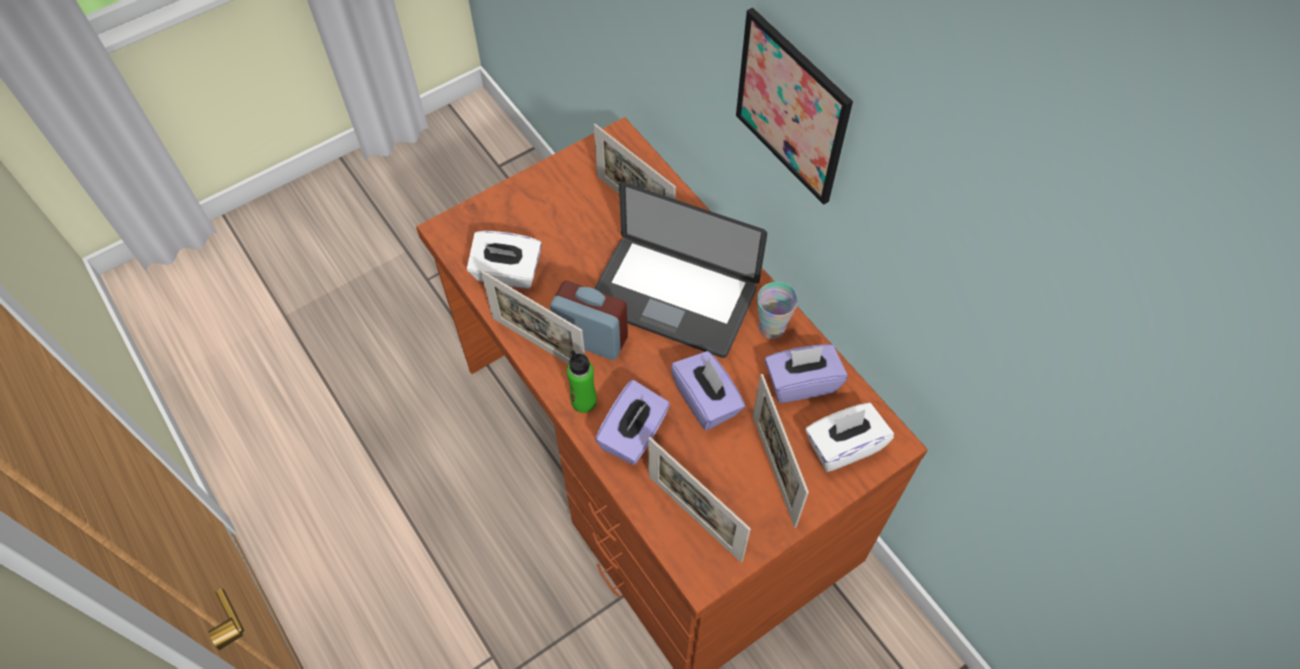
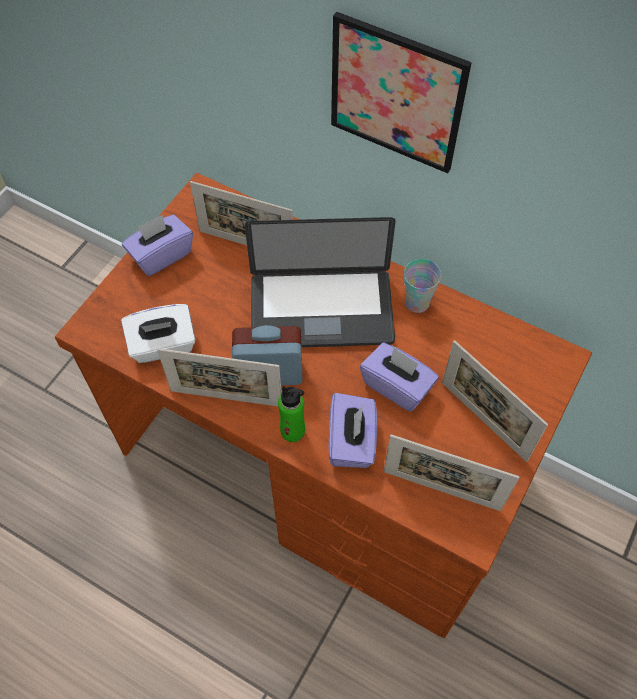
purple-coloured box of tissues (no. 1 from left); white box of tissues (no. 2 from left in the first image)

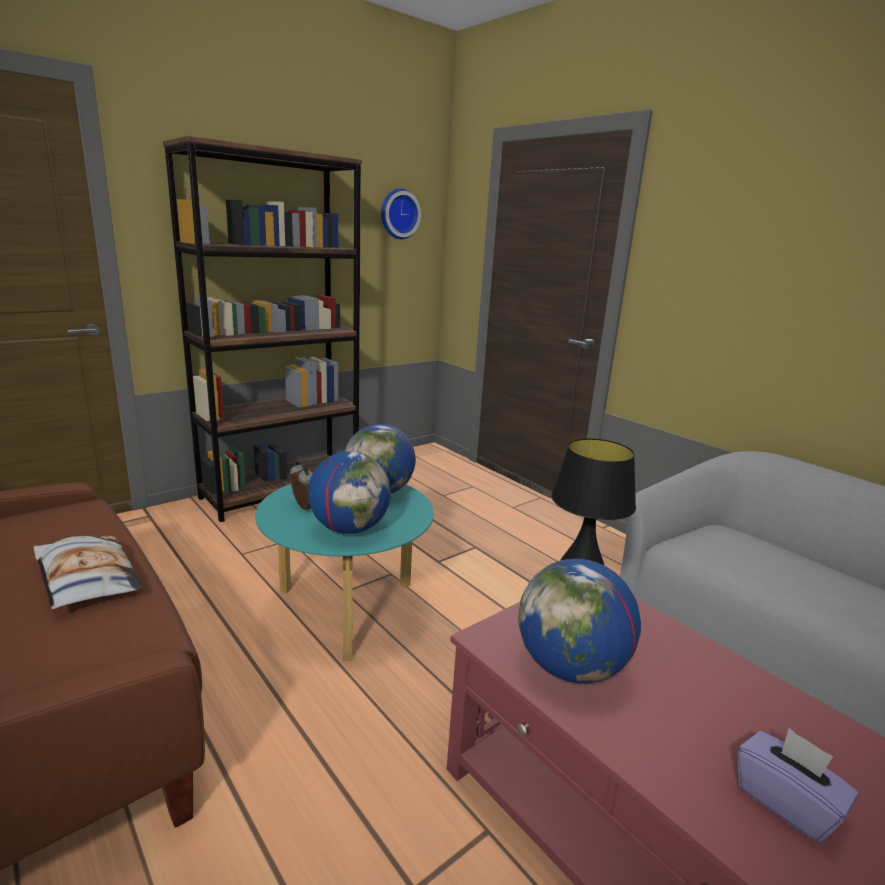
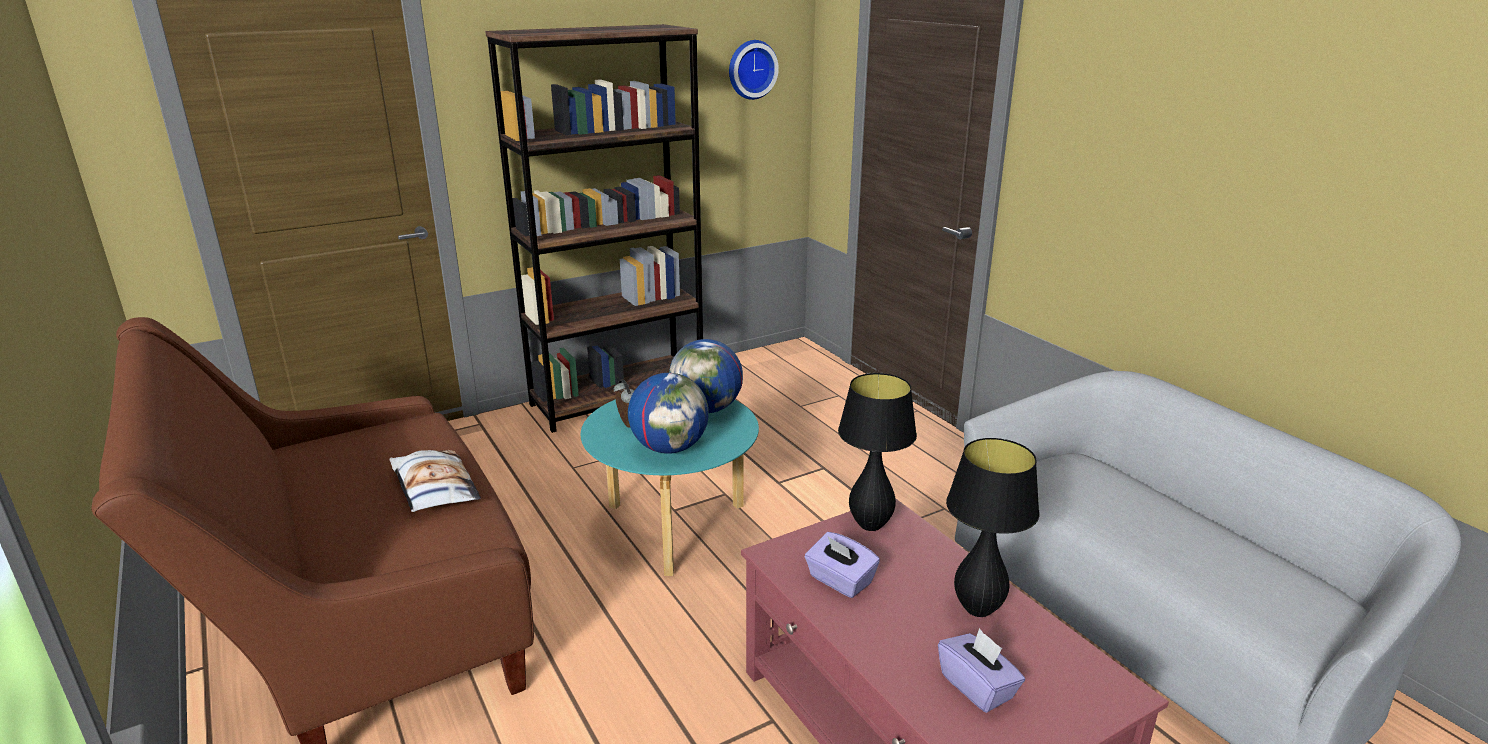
purple-coloured box of tissues (no. 1 from left); blackish lamp for a table (no. 2 from left)

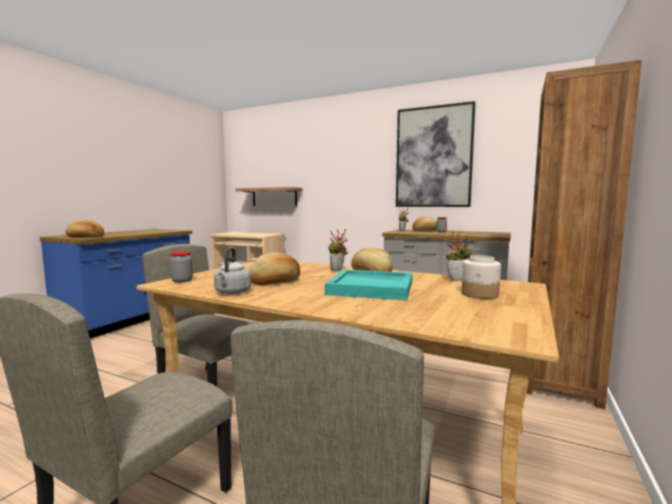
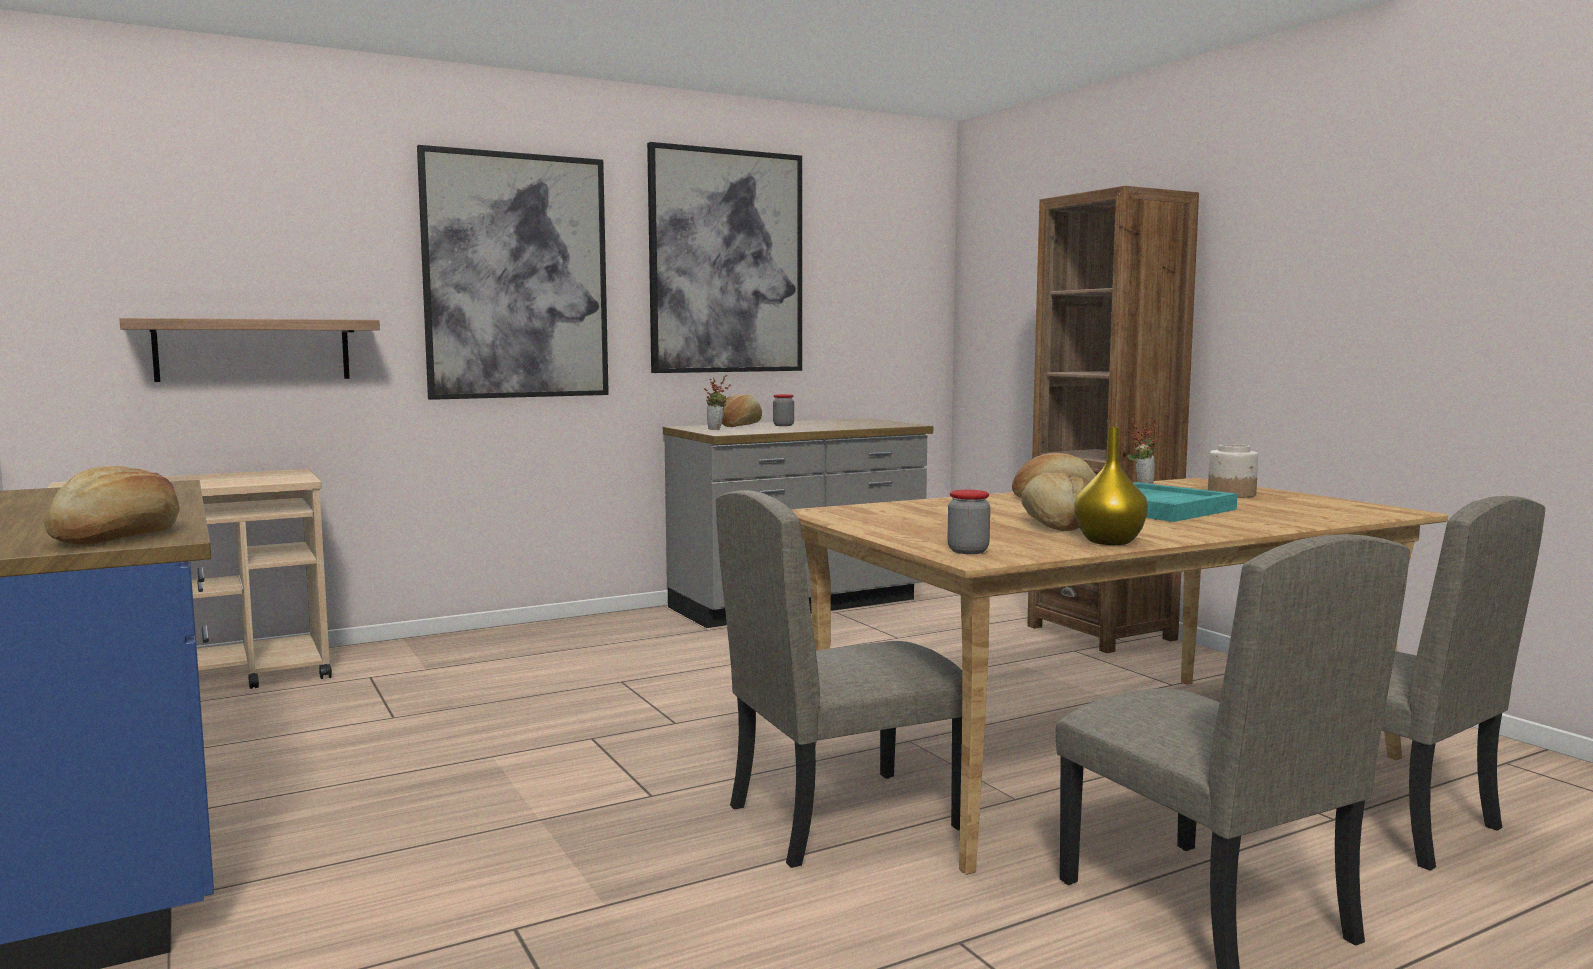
wall picture (no. 1 from left); yellow-coloured vase; potted plant (no. 1 from left in the first image)

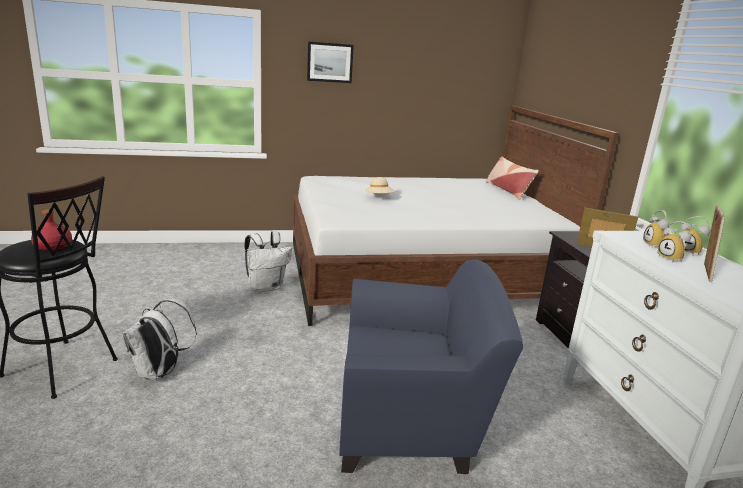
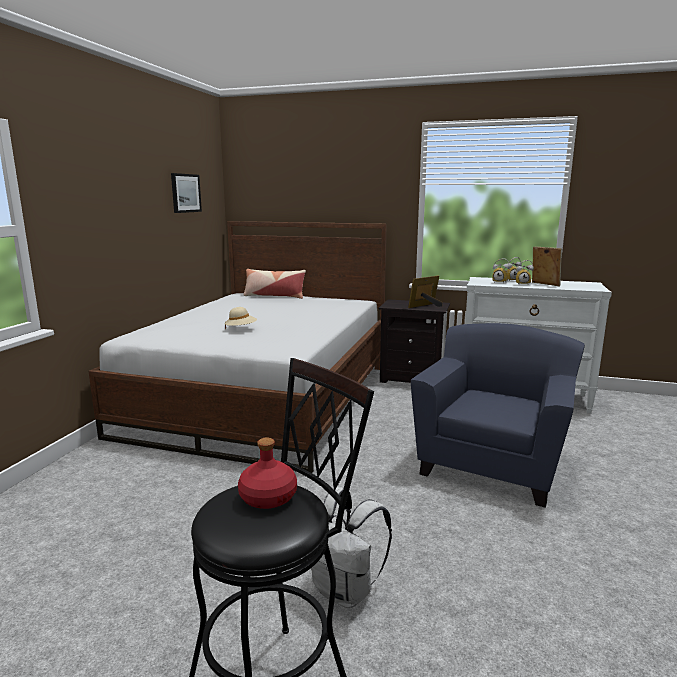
wall picture; white knapsack (no. 2 from left in the first image)

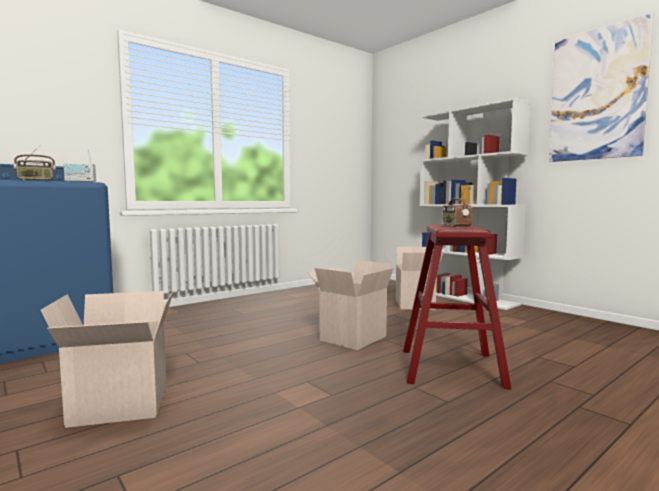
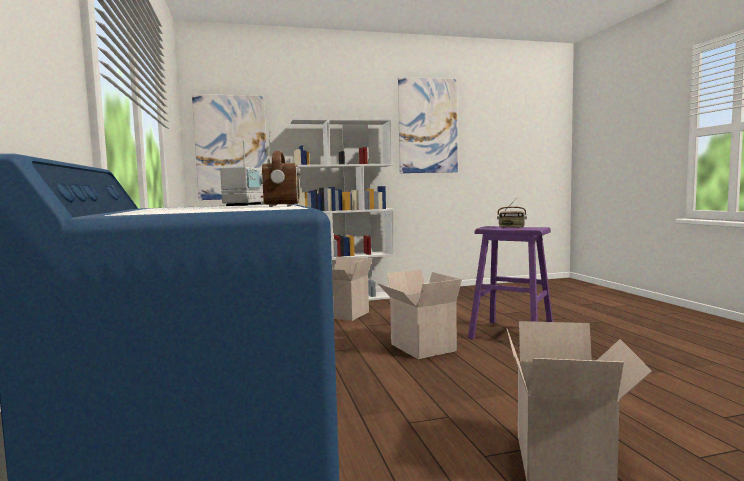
wall picture (no. 1 from left); purple-coloured stool seat

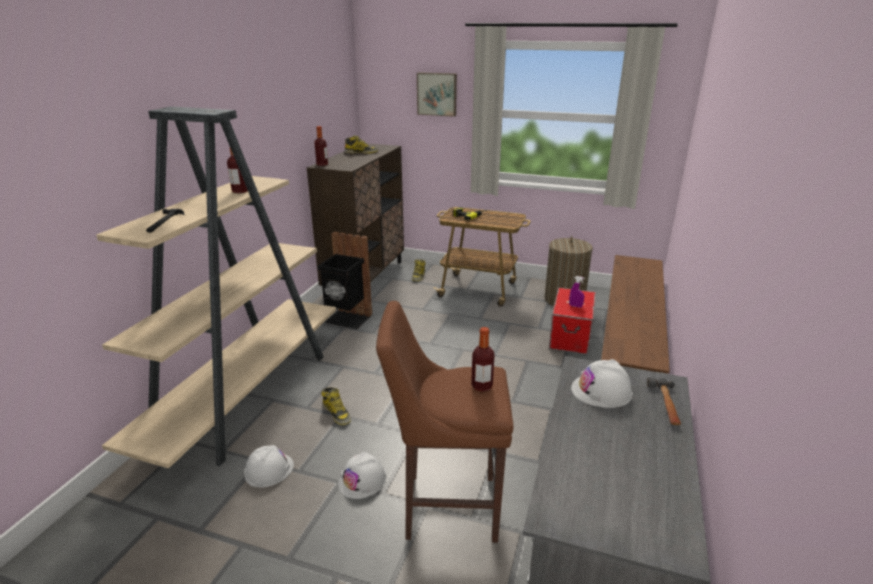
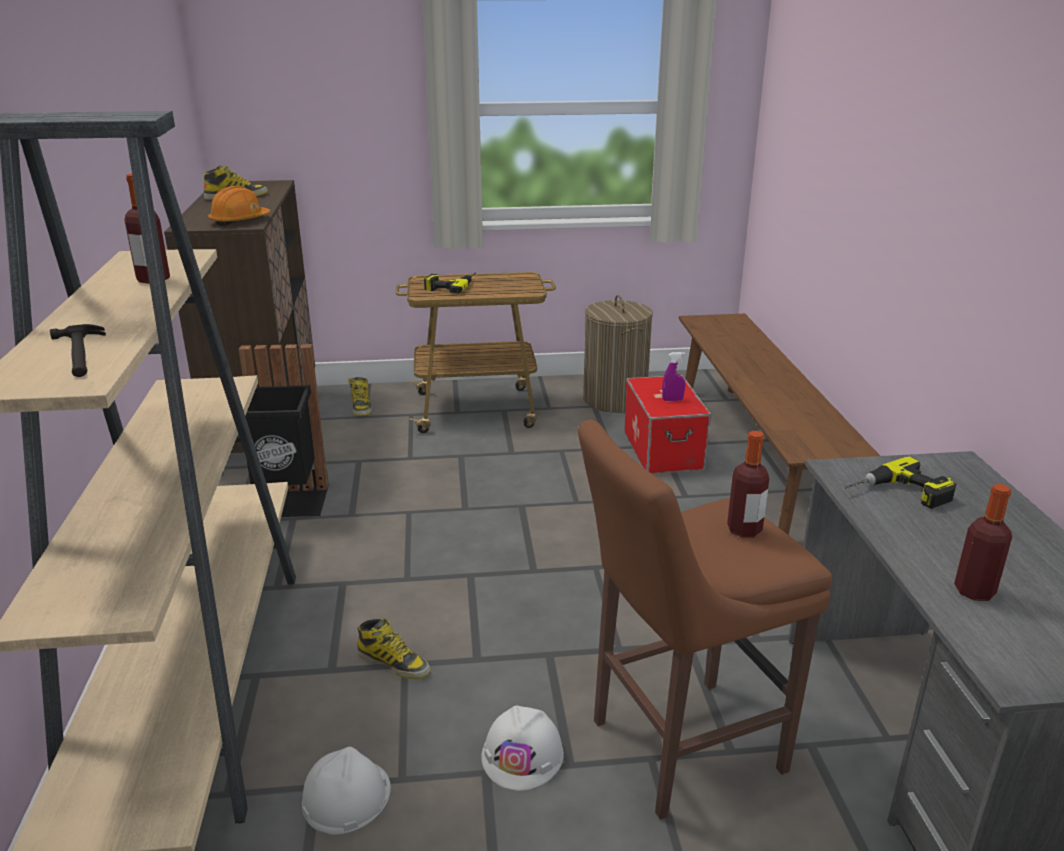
orange-coloured safety helmet; power drill (no. 2 from left); beverage bottle (no. 3 from left); wall picture; hammer (no. 2 from left in the first image)

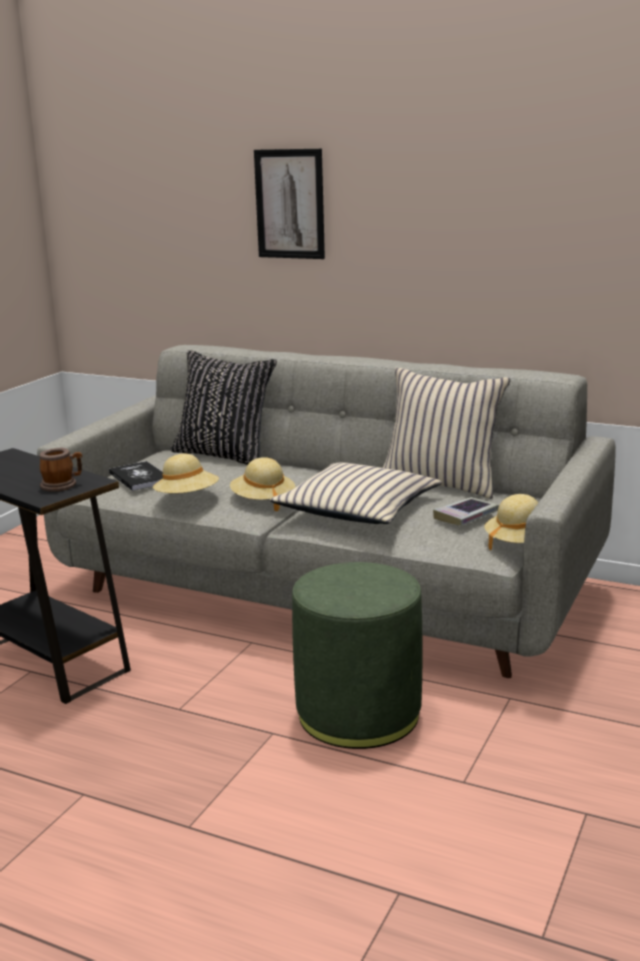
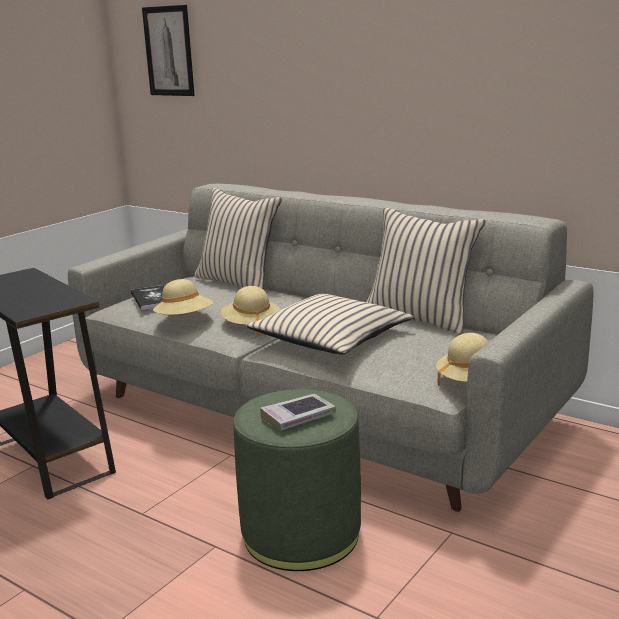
wall picture; sand-coloured pillow (no. 1 from left); volume (no. 2 from left); tea mug

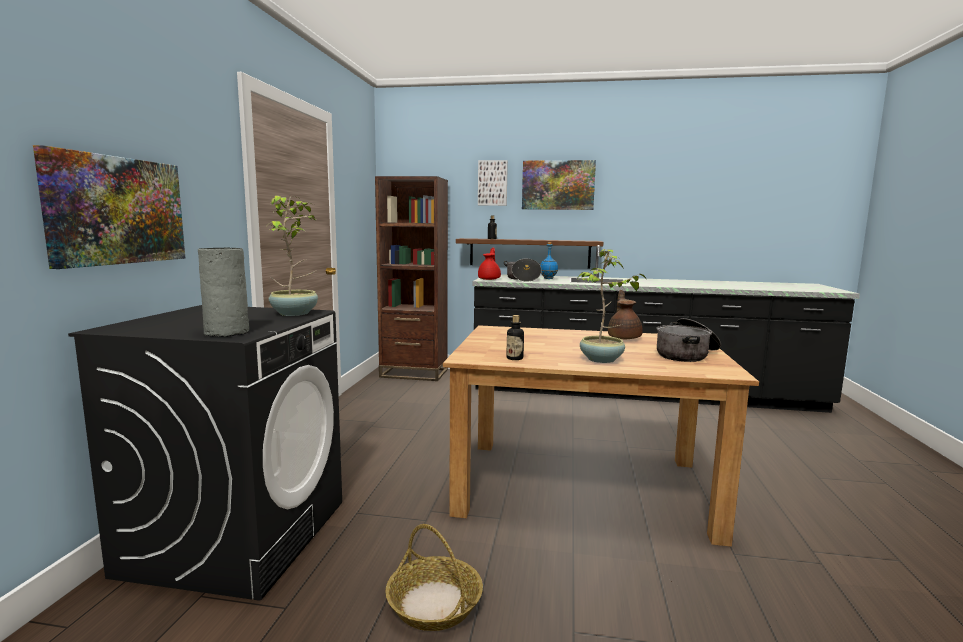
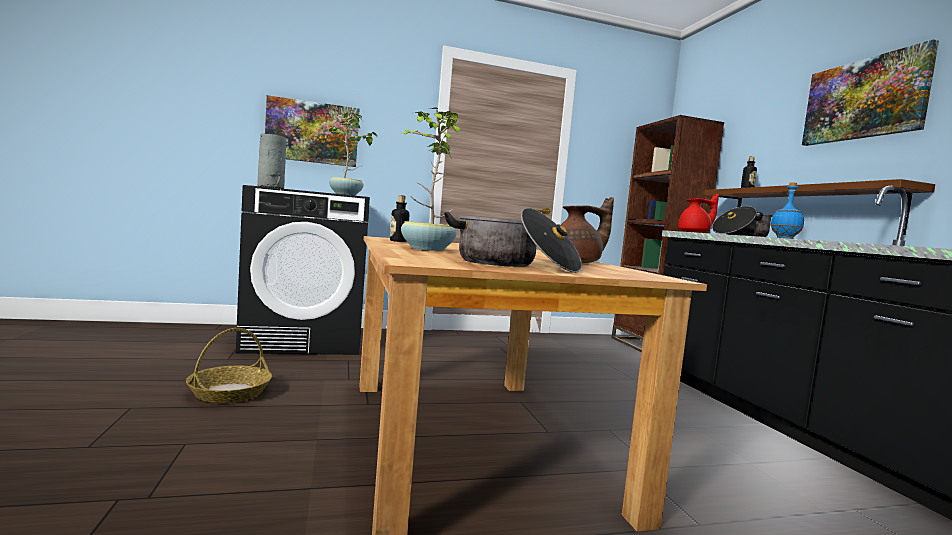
wall picture (no. 2 from left in the first image)

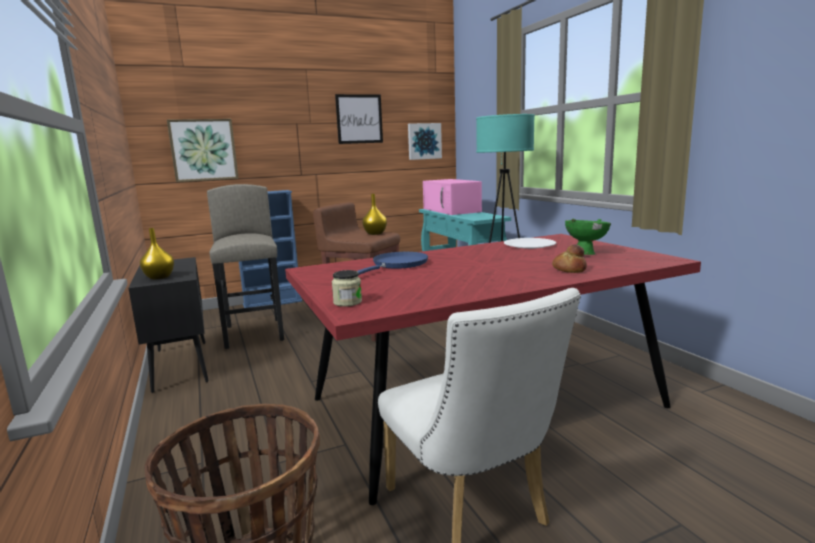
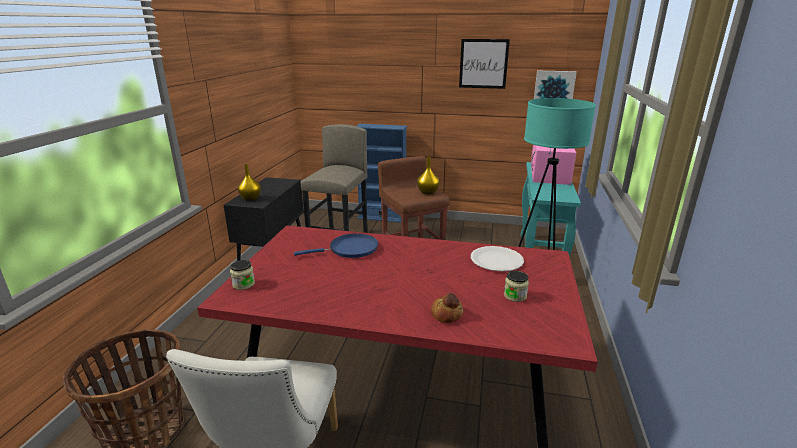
jar (no. 2 from left); wall picture (no. 1 from left in the first image)

